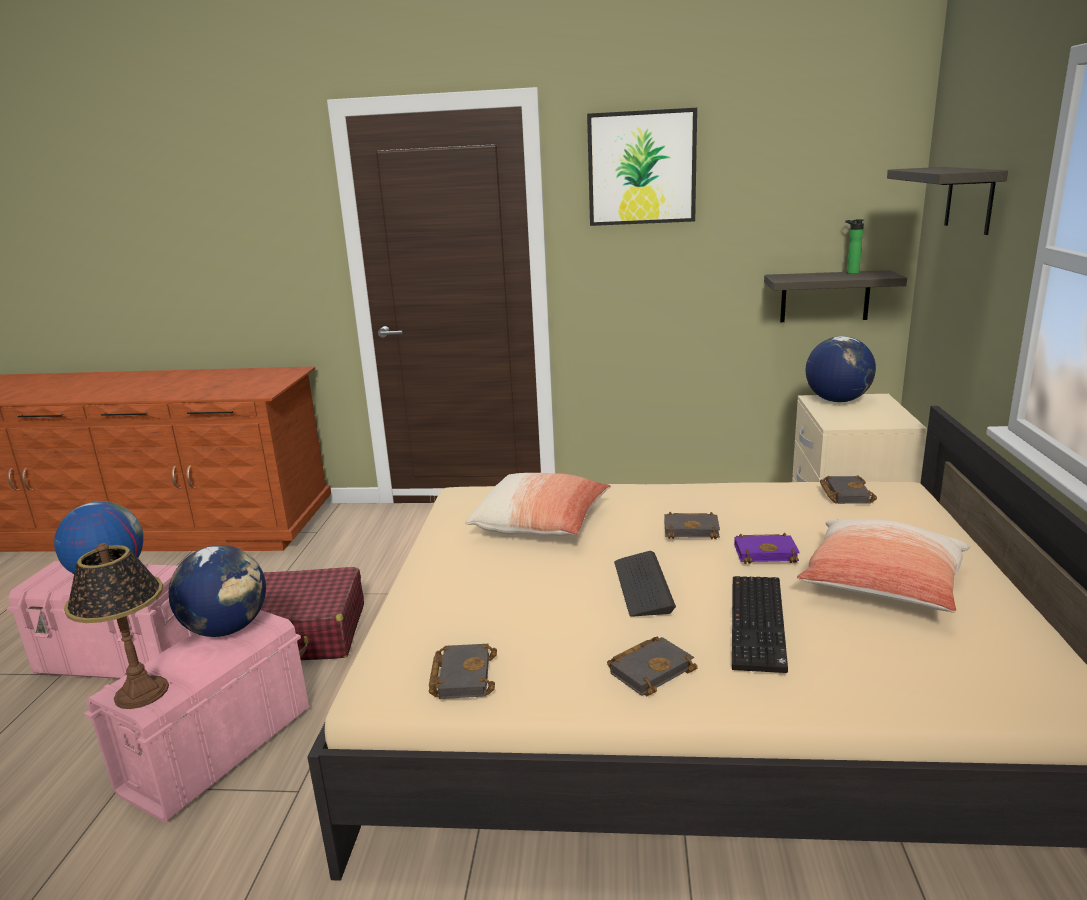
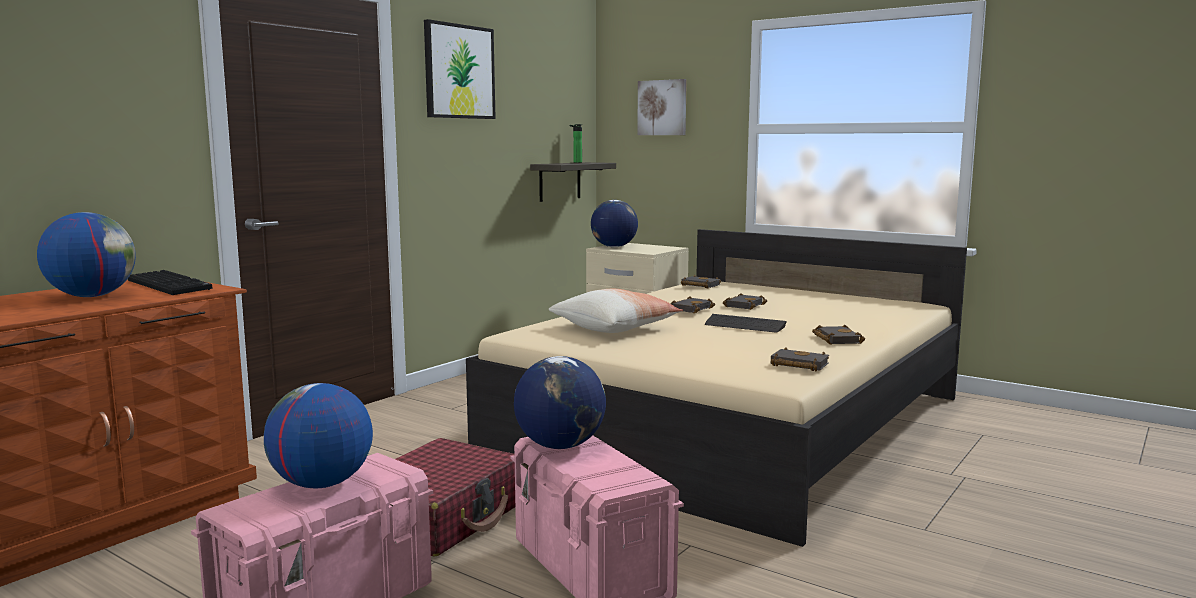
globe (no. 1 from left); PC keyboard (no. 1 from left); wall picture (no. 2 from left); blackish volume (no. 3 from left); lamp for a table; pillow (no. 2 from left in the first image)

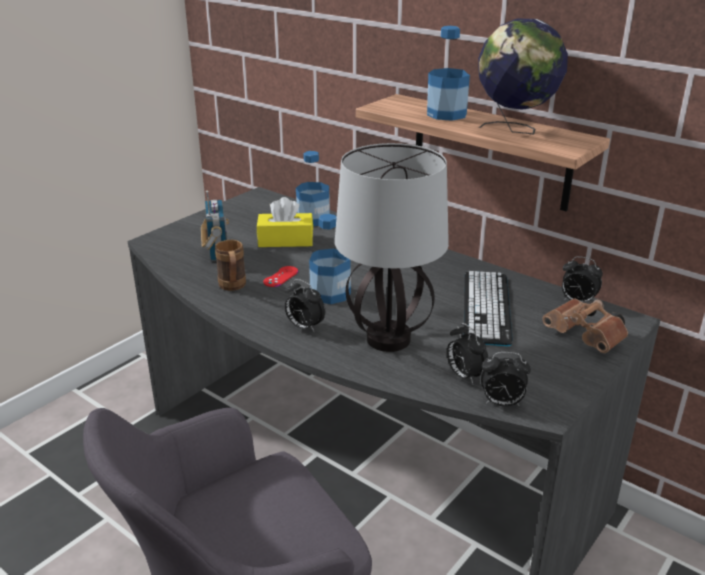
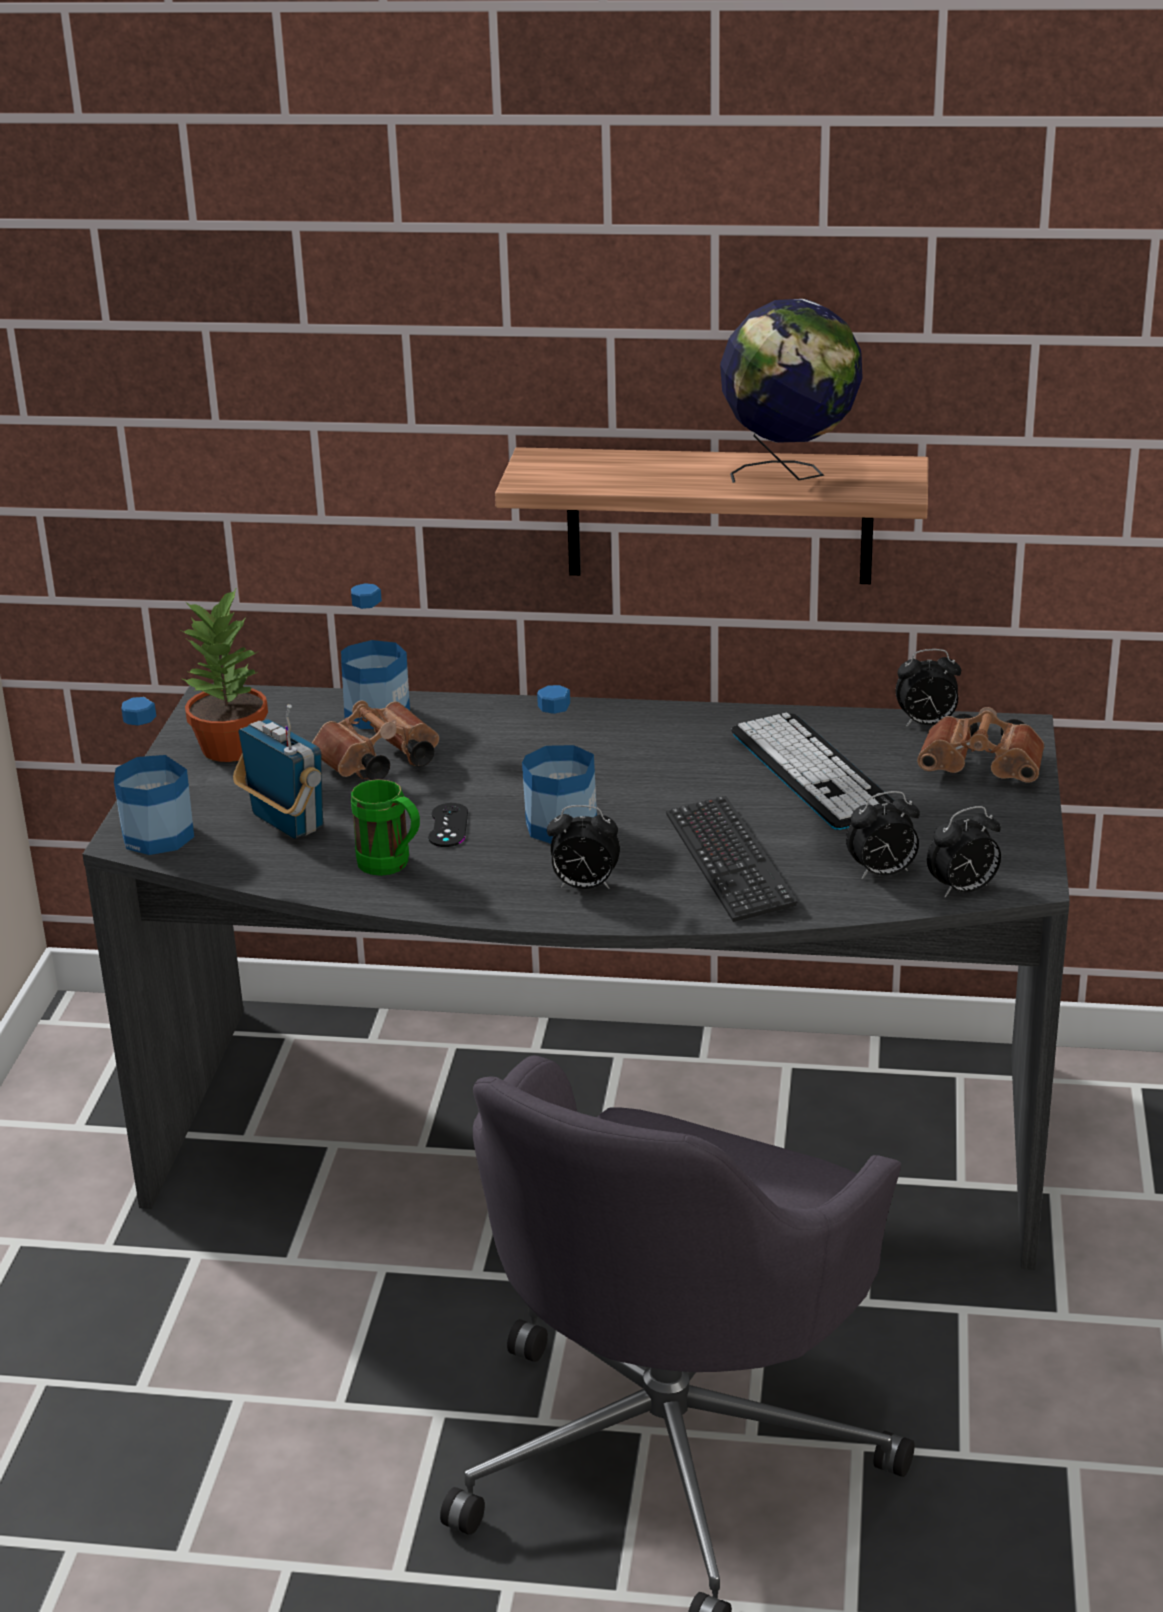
beverage bottle (no. 1 from left); potted plant; brownish field glasses (no. 1 from left); greenish tea mug; blackish gamepad; PC keyboard (no. 1 from left); table clock (no. 2 from left)

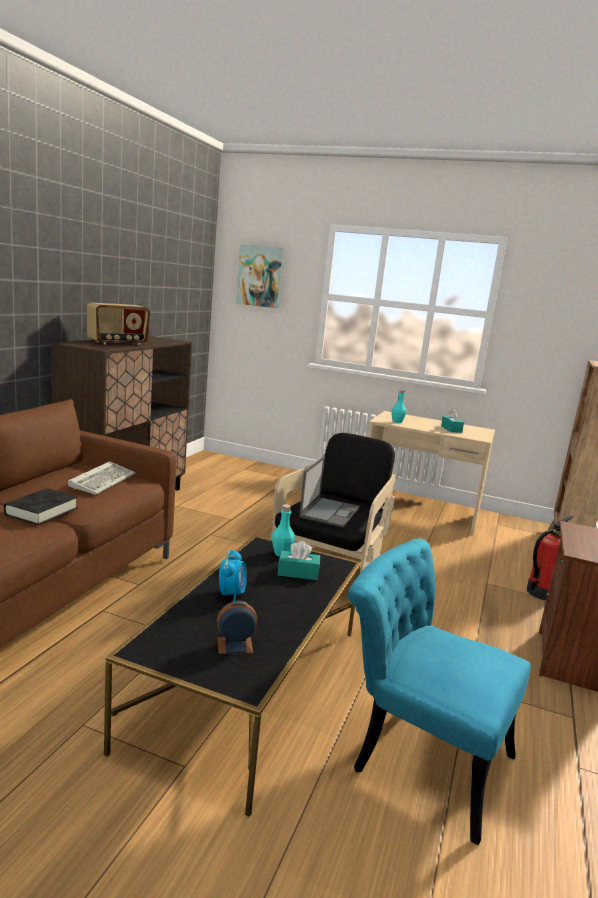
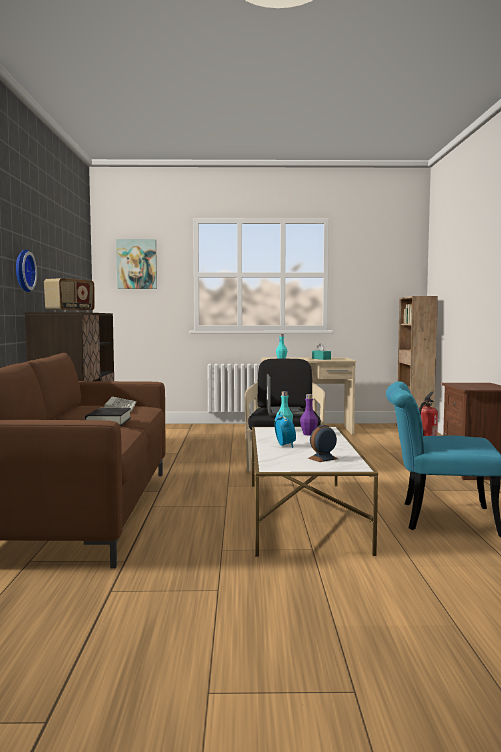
hanging clock; white coffee table; purple-coloured beverage bottle

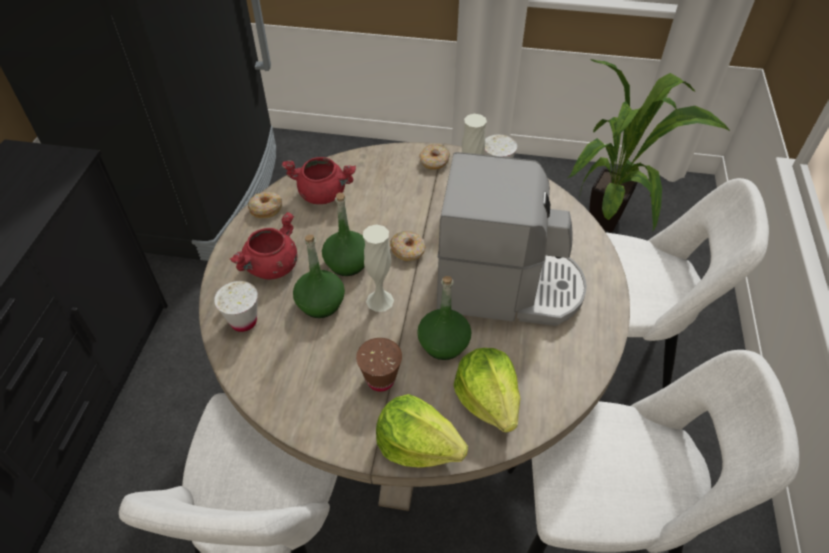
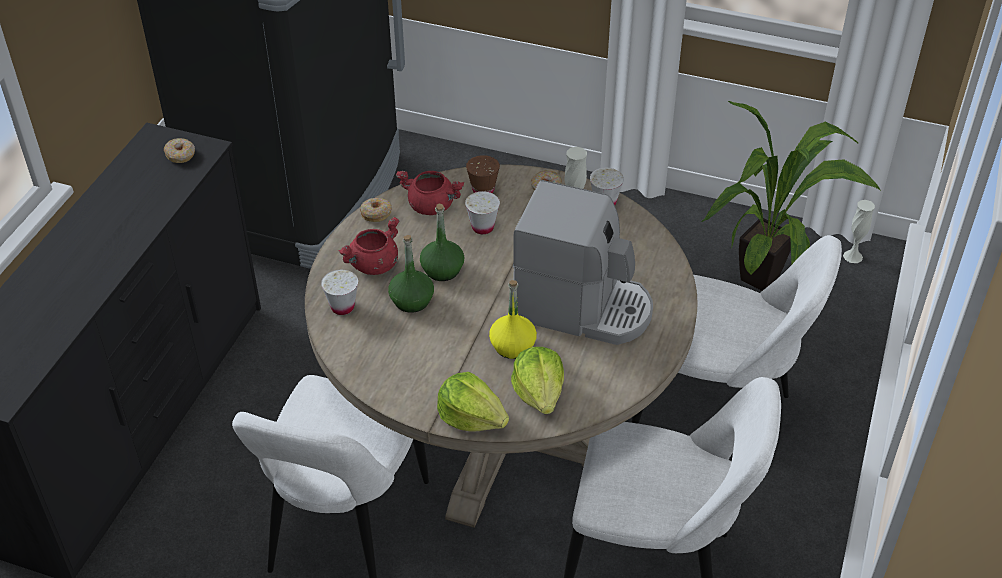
doughnut (no. 1 from left); white small cup (no. 2 from left); brownish small cup; yellow-coloured beverage bottle; white vase (no. 2 from left)

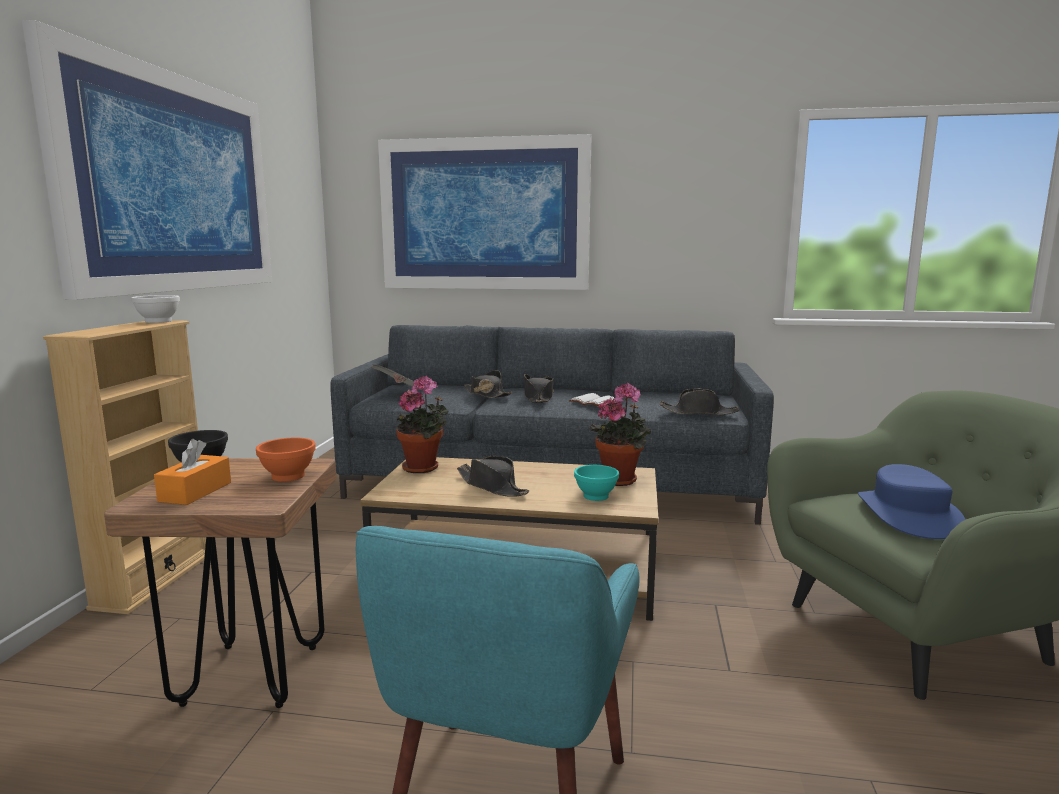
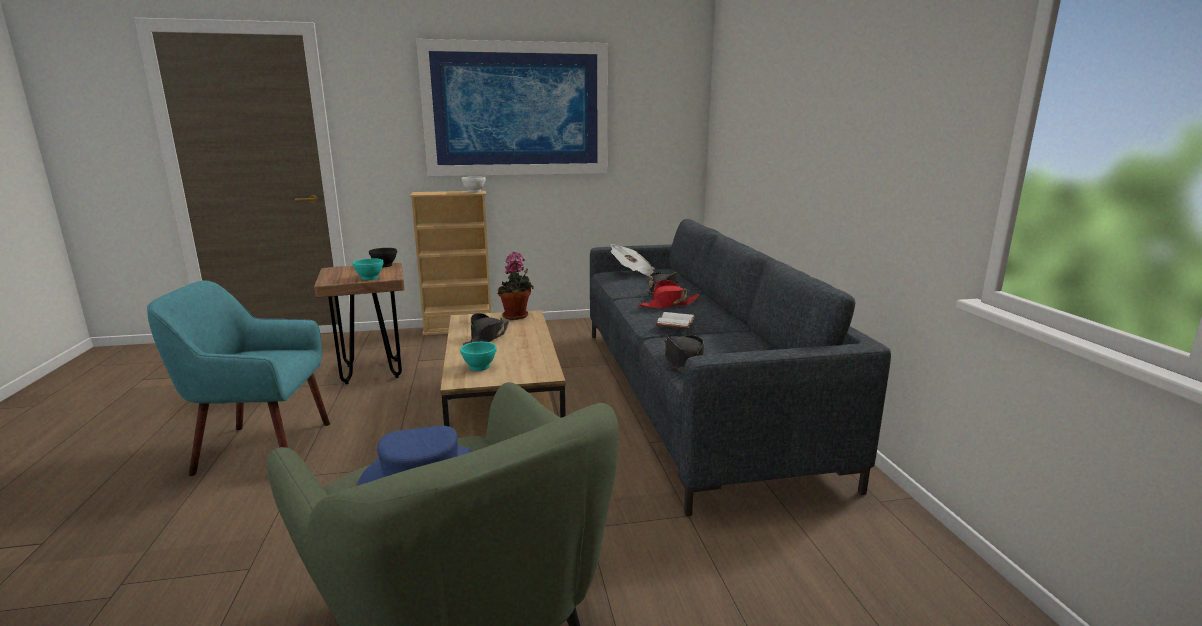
turquoise-coloured deep dish (no. 1 from left); red-coloured hat; orange-coloured box of tissues; wall picture (no. 2 from left in the first image); potted plant (no. 2 from left in the first image)

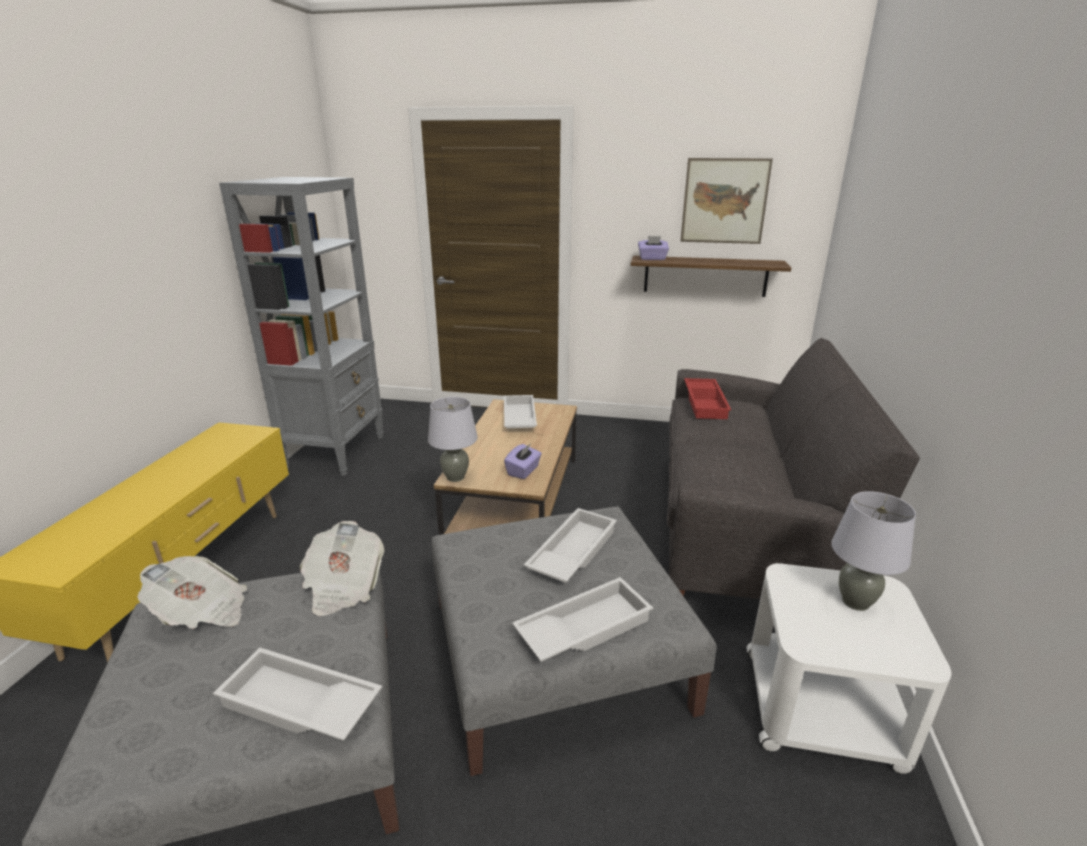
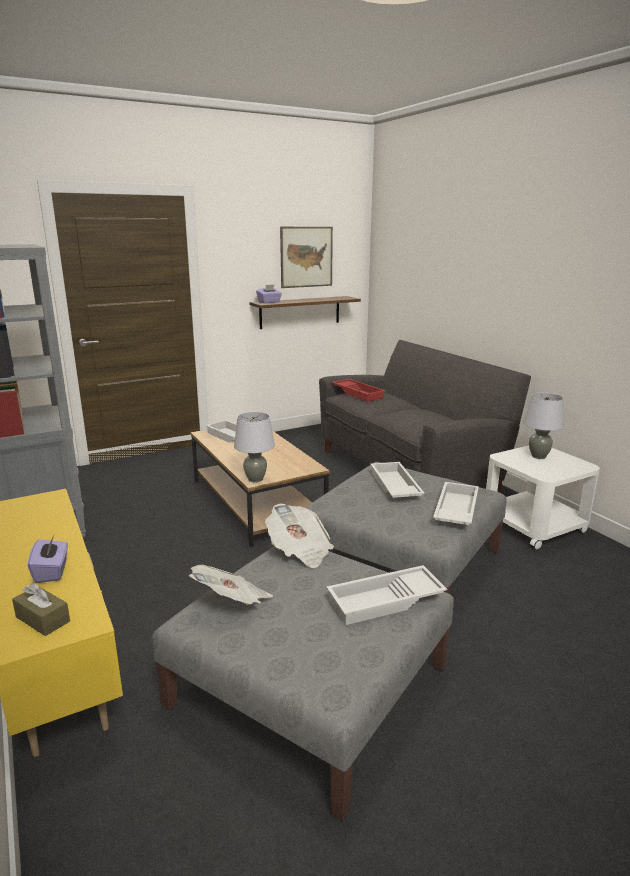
brownish box of tissues; purple-coloured box of tissues (no. 1 from left)

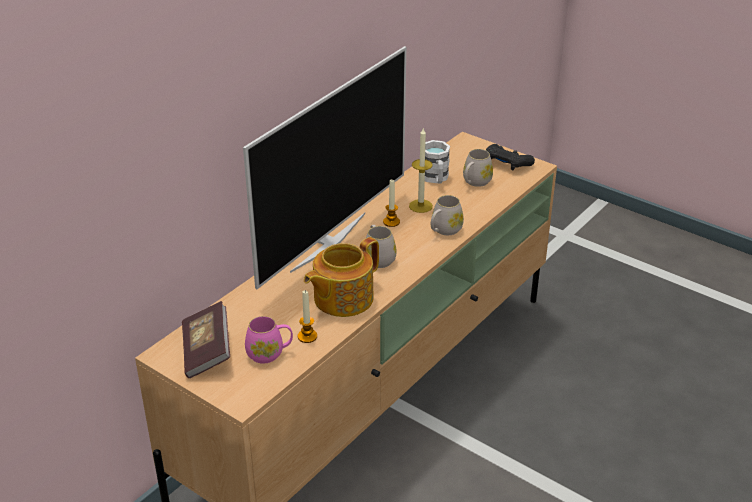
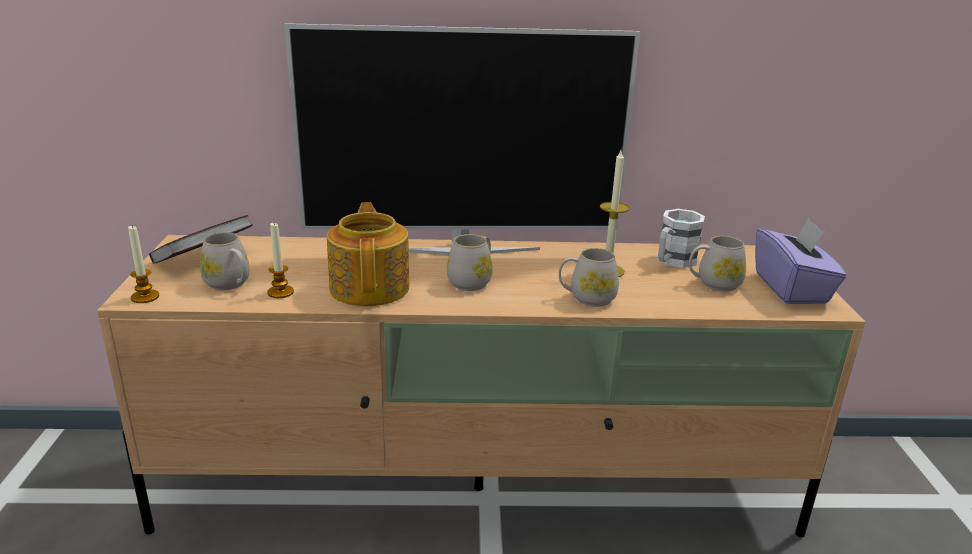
wax light (no. 1 from left); white tea mug (no. 1 from left); pot for tea; purple-coloured box of tissues

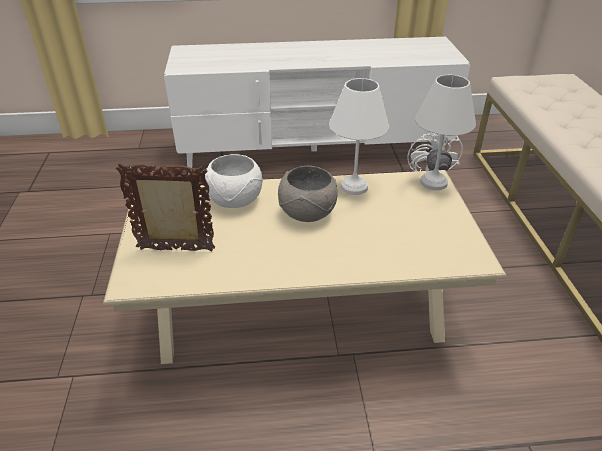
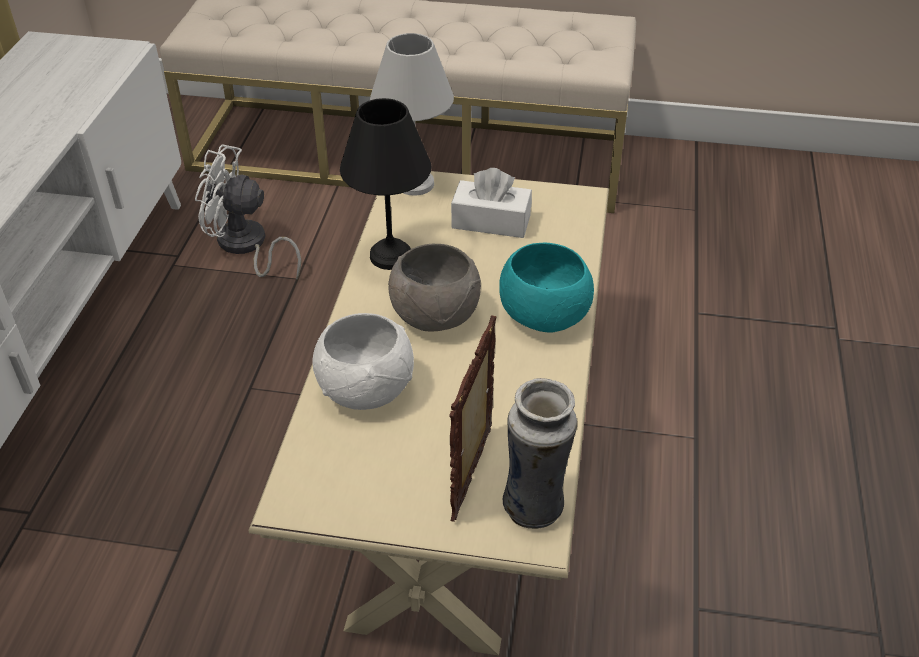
blackish lamp for a table; white box of tissues; turquoise-coloured deep dish; vase

